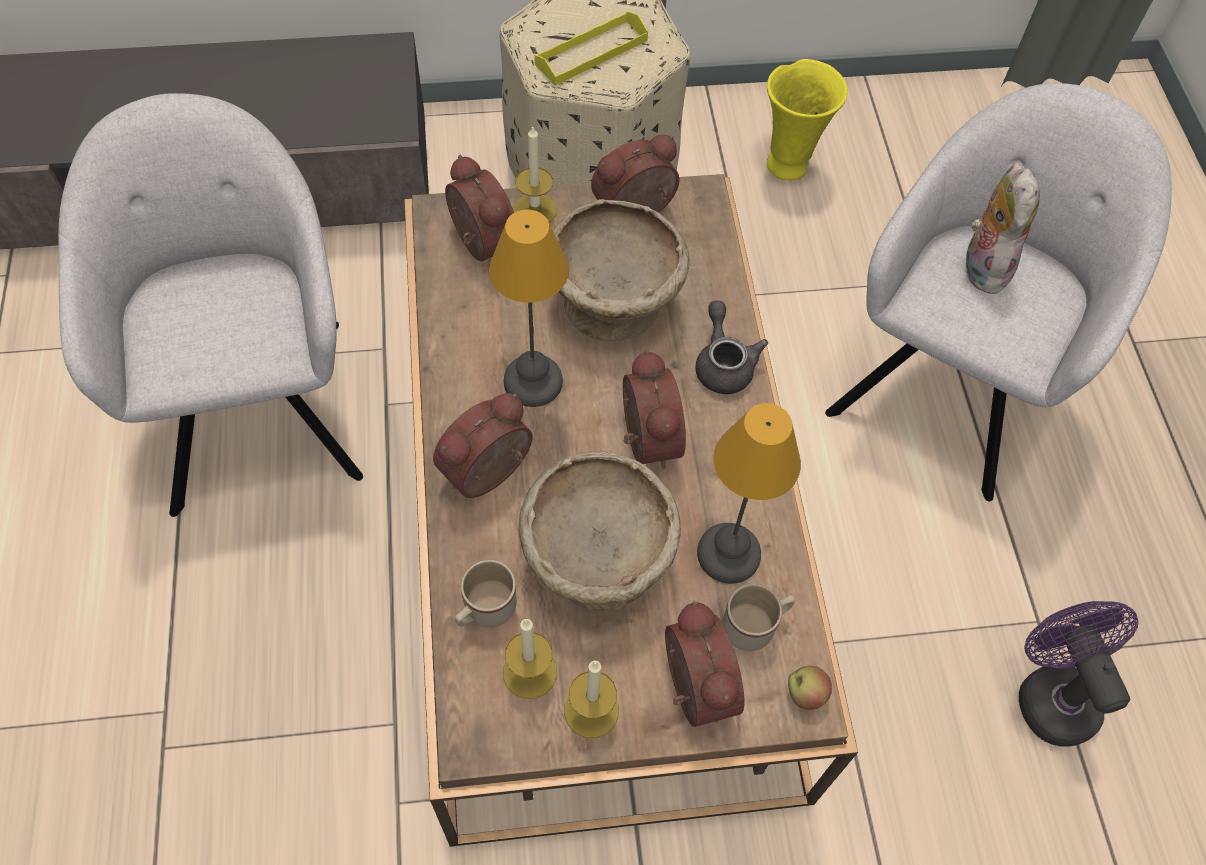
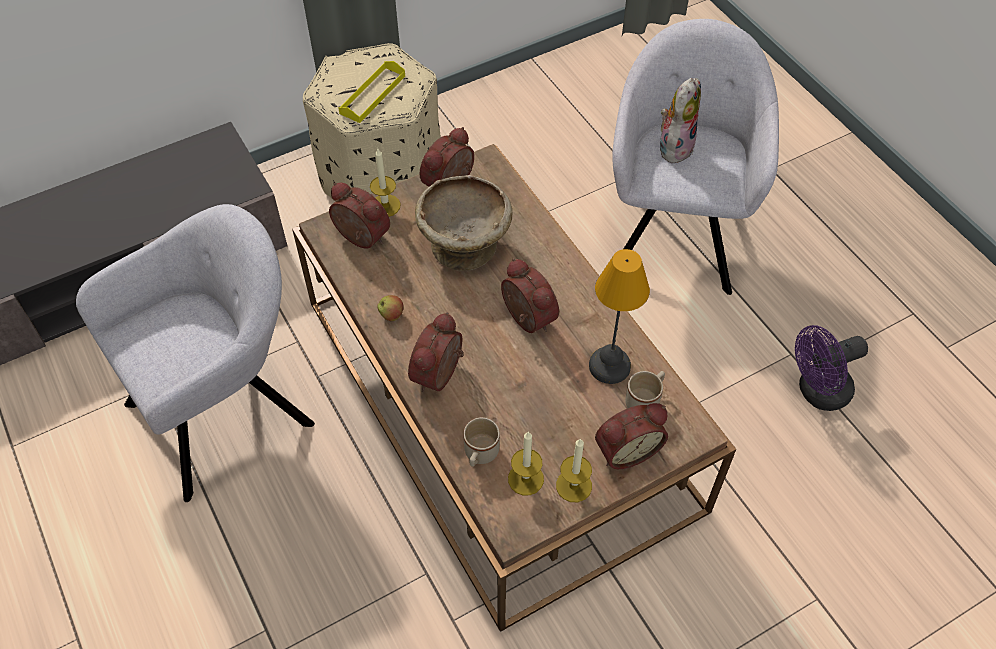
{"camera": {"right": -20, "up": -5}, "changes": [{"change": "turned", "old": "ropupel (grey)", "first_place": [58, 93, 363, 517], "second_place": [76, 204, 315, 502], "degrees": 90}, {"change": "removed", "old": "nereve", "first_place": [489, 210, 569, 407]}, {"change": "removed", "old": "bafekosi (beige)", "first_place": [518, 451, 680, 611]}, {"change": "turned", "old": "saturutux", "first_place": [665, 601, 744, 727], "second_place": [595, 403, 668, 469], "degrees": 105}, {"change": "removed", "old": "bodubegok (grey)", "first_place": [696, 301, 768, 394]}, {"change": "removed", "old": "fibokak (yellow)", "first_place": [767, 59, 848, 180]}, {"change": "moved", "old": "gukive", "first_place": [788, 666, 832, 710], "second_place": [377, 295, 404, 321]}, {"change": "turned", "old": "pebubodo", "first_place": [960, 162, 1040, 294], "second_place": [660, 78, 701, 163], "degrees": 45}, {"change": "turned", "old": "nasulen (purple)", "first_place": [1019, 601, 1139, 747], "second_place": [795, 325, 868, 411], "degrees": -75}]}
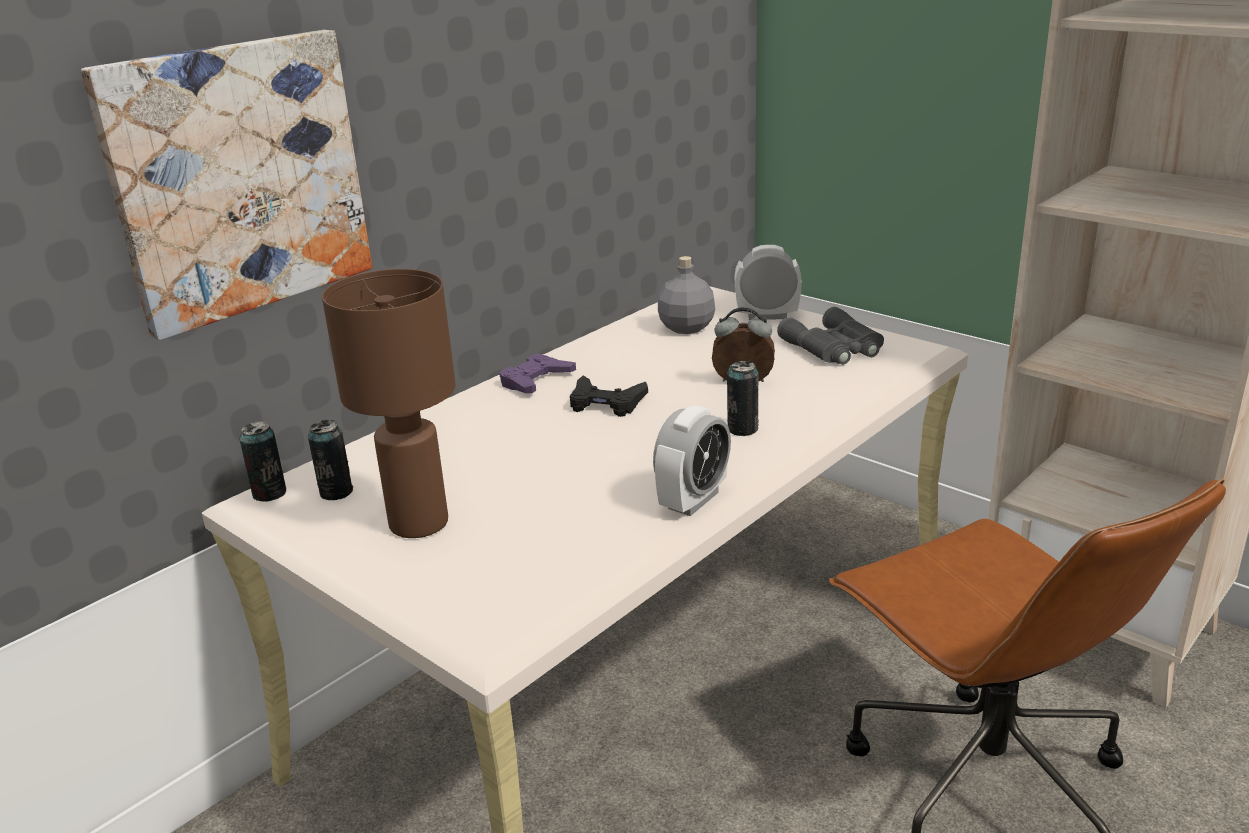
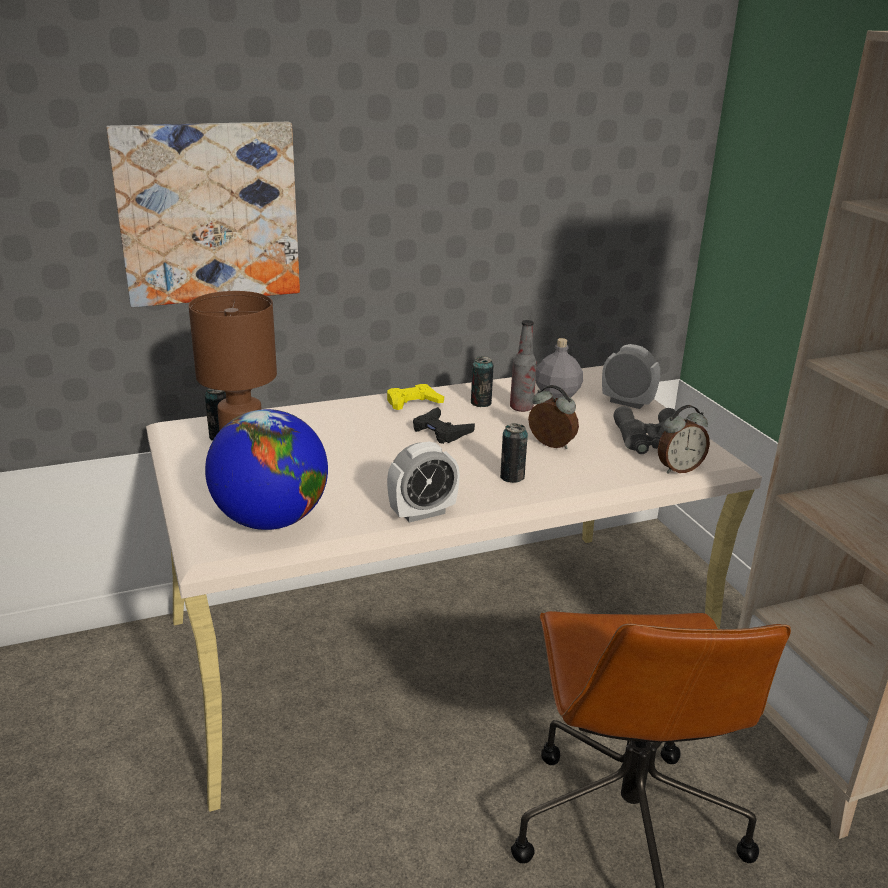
{"camera": {"right": 25, "up": 0}, "changes": [{"change": "moved", "old": "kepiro", "first_place": [239, 421, 286, 502], "second_place": [471, 356, 493, 407]}, {"change": "recoloured", "old": "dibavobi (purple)", "new": "dibavobi (yellow)", "first_place": [499, 354, 576, 393], "second_place": [387, 384, 444, 410]}, {"change": "added", "new": "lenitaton", "second_place": [205, 409, 328, 530]}, {"change": "added", "new": "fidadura", "second_place": [510, 320, 537, 412]}, {"change": "added", "new": "saturutux", "second_place": [658, 405, 710, 473]}]}
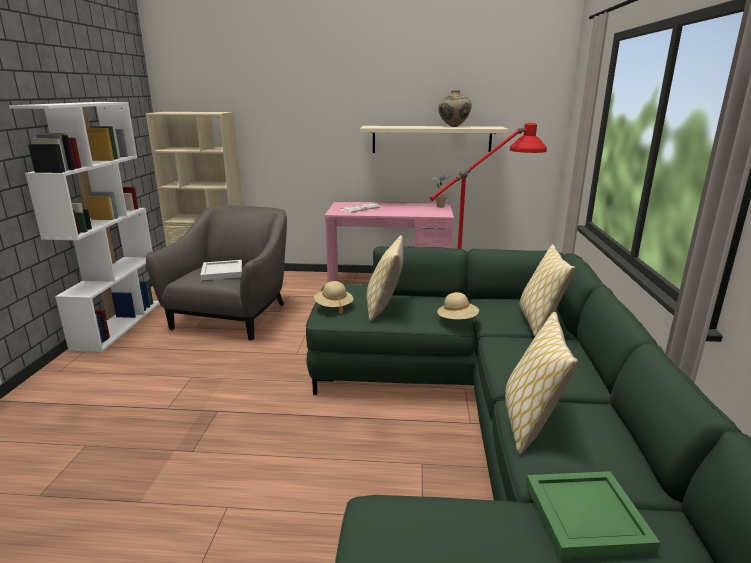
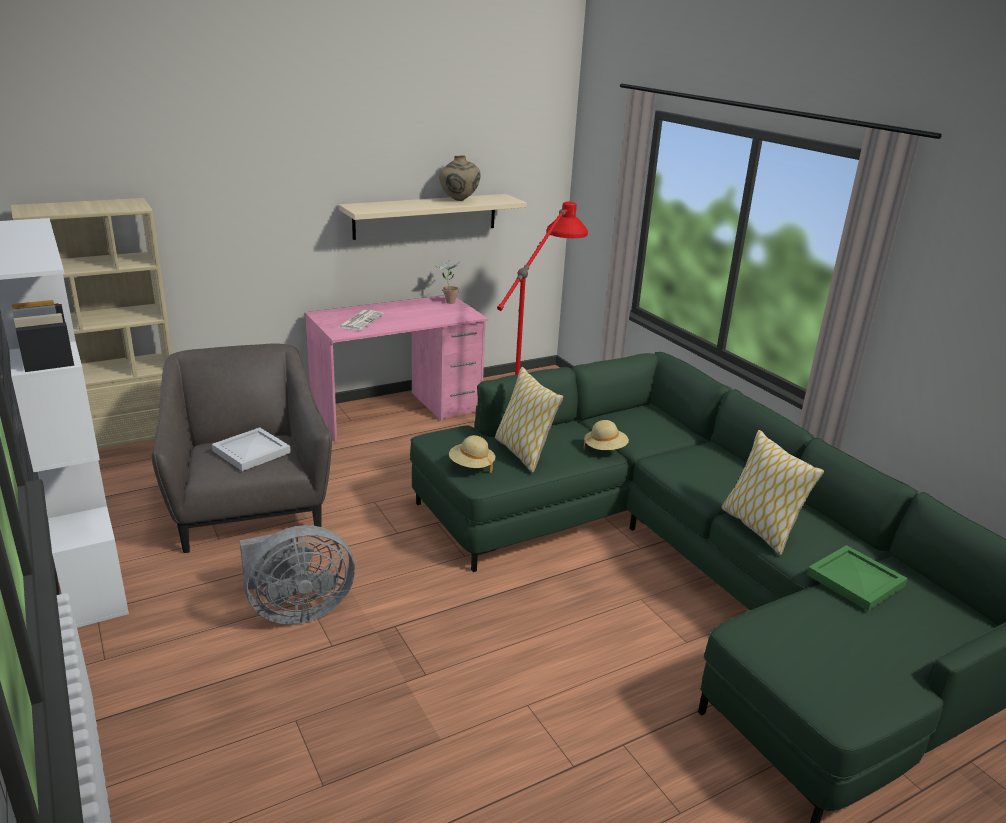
{"camera": {"right": -35, "up": 5}, "changes": [{"change": "removed", "old": "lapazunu", "first_place": [520, 244, 575, 337]}, {"change": "added", "new": "nasulen (grey)", "second_place": [239, 525, 355, 624]}]}
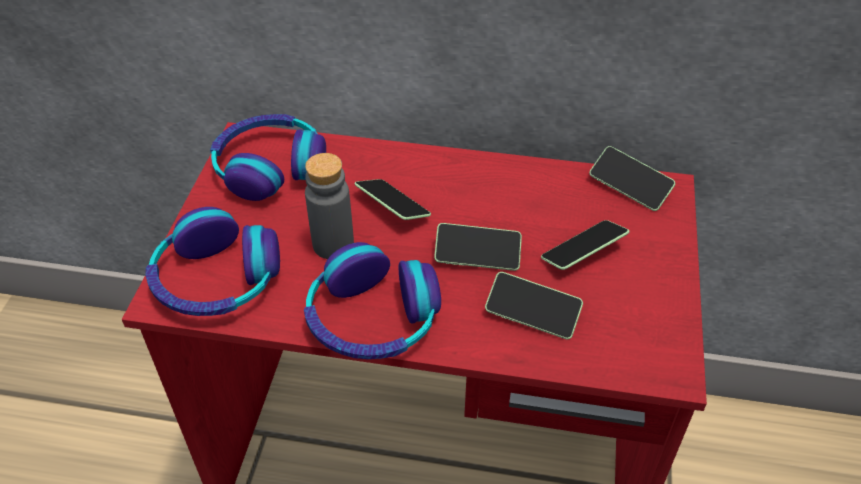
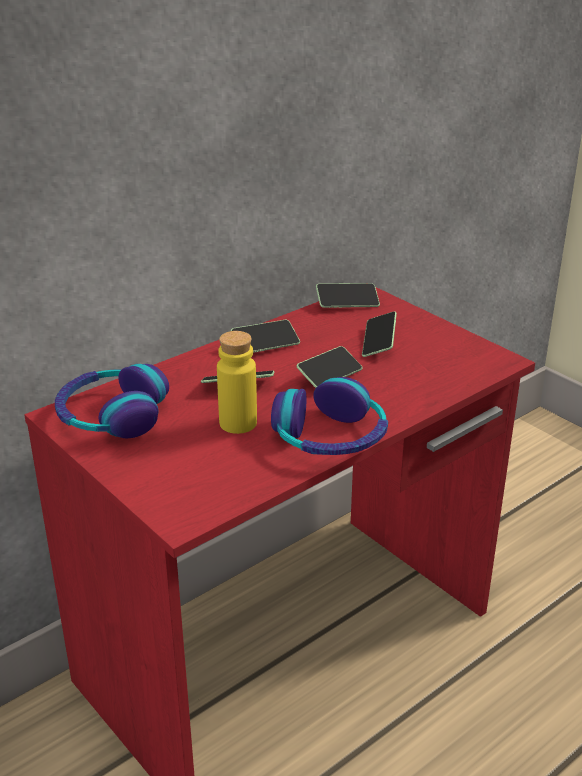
{"camera": {"right": -50, "up": -15}, "changes": [{"change": "removed", "old": "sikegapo", "first_place": [145, 207, 280, 316]}, {"change": "recoloured", "old": "fidadura (grey)", "new": "fidadura (yellow)", "first_place": [305, 153, 354, 259], "second_place": [217, 331, 257, 434]}, {"change": "moved", "old": "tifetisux", "first_place": [485, 272, 583, 339], "second_place": [231, 320, 300, 353]}]}
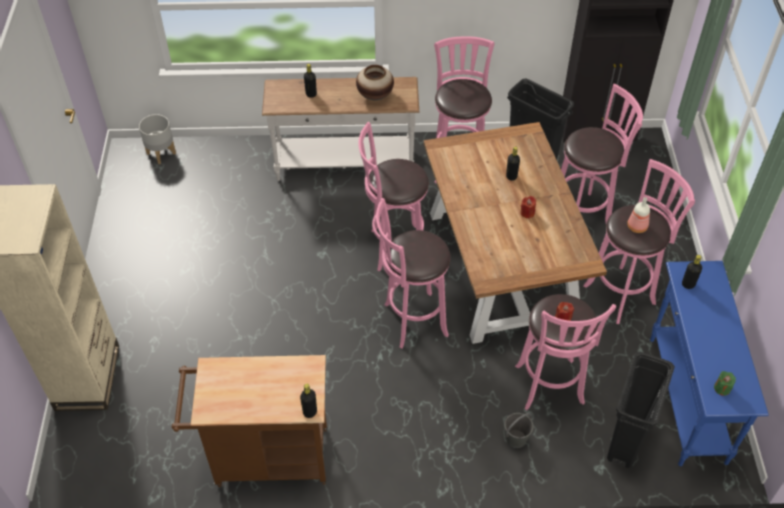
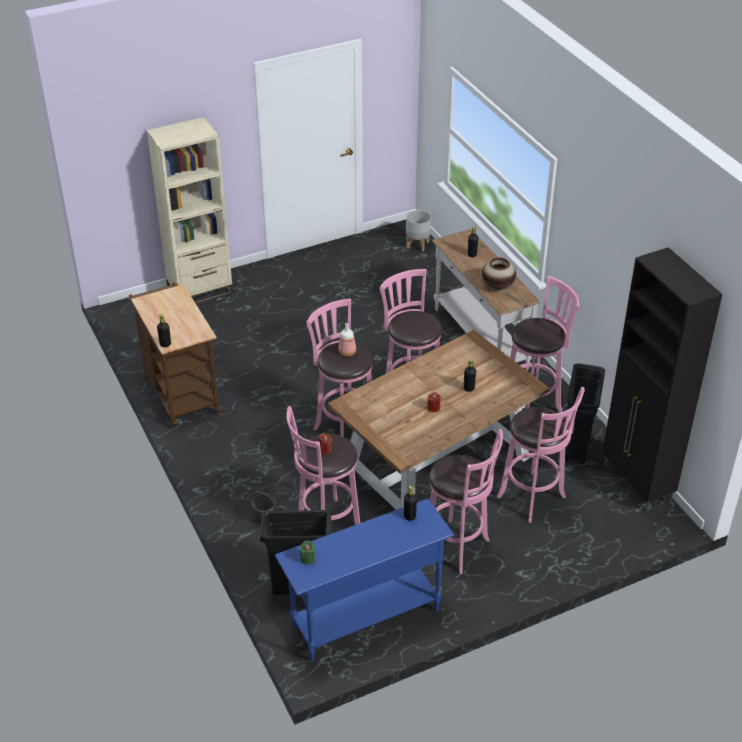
{"camera": {"right": 65, "up": -10}, "changes": [{"change": "moved", "old": "fidadura", "first_place": [627, 197, 650, 233], "second_place": [338, 323, 356, 357]}]}
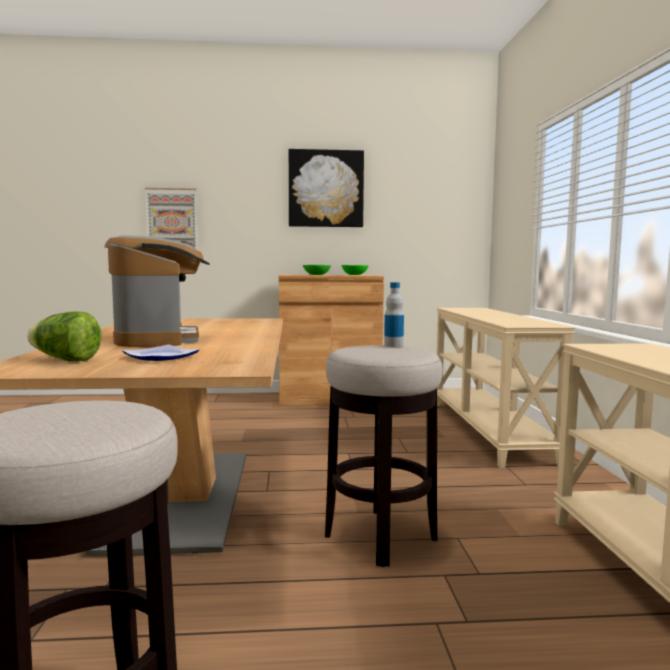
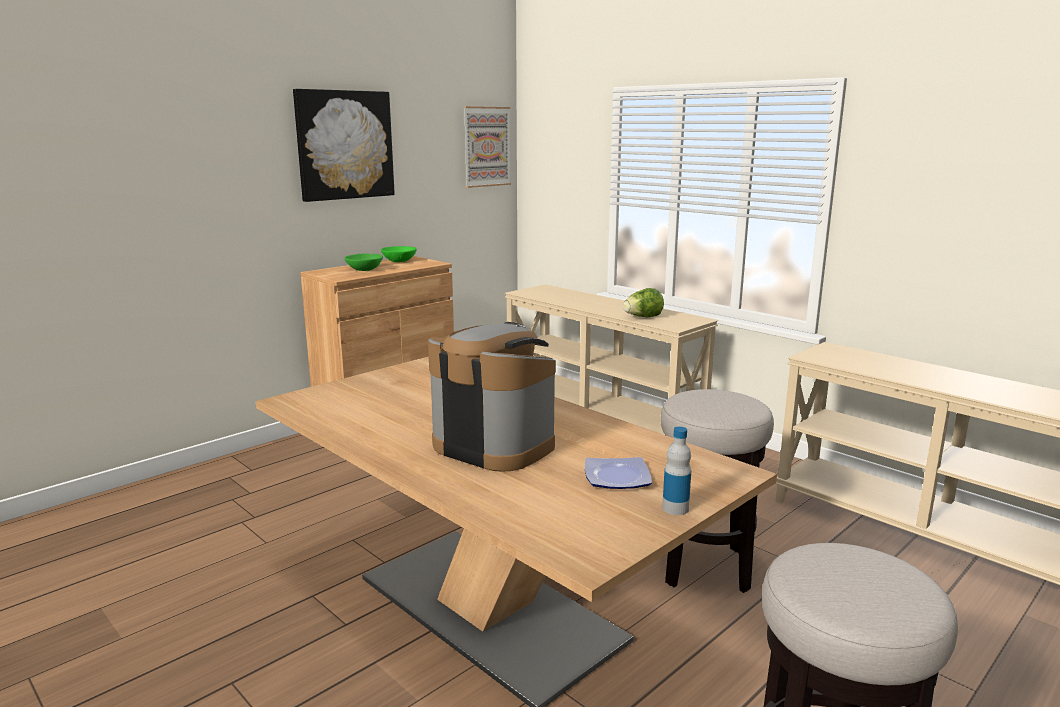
{"camera": {"right": -40, "up": 10}, "changes": [{"change": "moved", "old": "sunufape", "first_place": [27, 312, 102, 361], "second_place": [623, 288, 664, 317]}, {"change": "moved", "old": "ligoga", "first_place": [145, 188, 198, 250], "second_place": [463, 106, 511, 188]}, {"change": "moved", "old": "fidadura", "first_place": [384, 282, 404, 347], "second_place": [662, 426, 691, 515]}]}
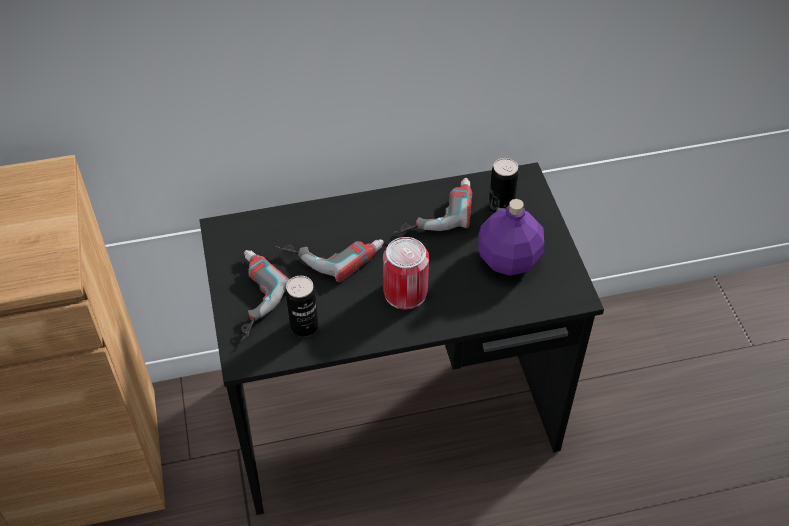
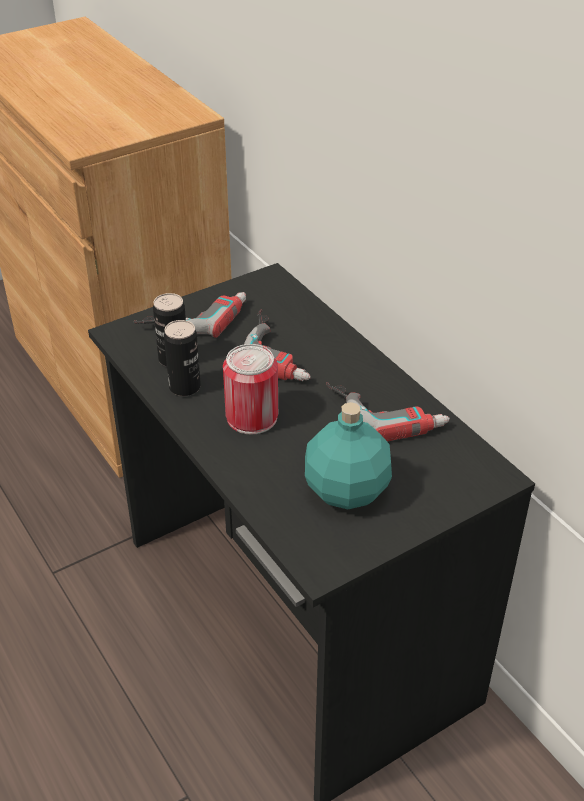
{"camera": {"right": 70, "up": -10}, "changes": [{"change": "recoloured", "old": "fidadura (purple)", "new": "fidadura (turquoise)", "first_place": [479, 199, 544, 276], "second_place": [305, 402, 392, 509]}, {"change": "moved", "old": "kepiro", "first_place": [488, 158, 519, 214], "second_place": [164, 320, 201, 396]}]}
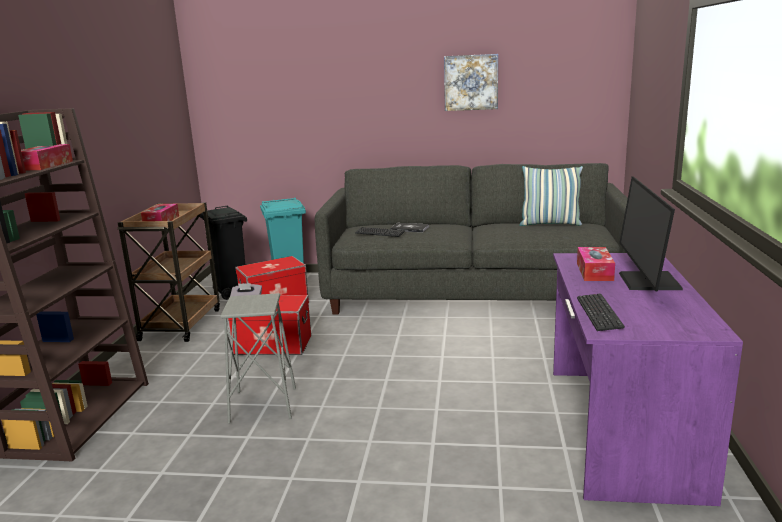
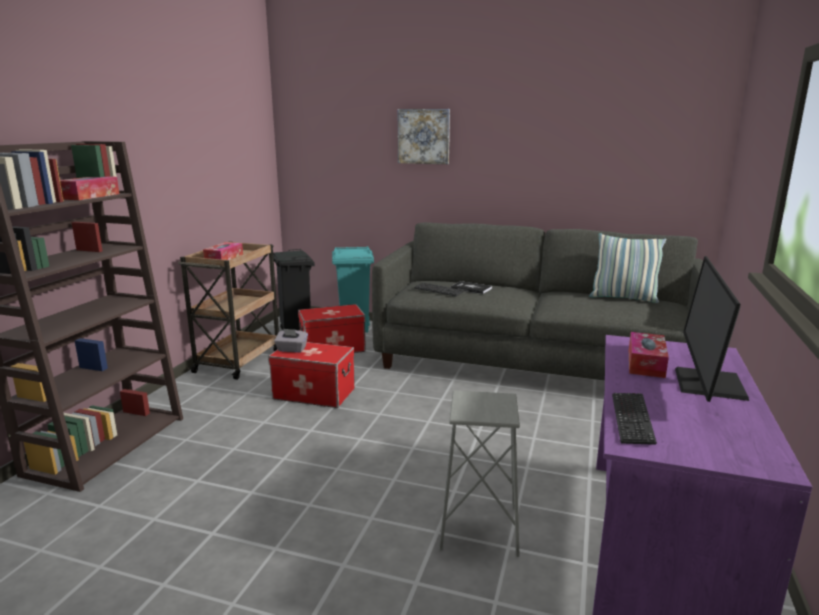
{"camera": {"right": 10, "up": 0}, "changes": [{"change": "moved", "old": "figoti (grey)", "first_place": [220, 293, 296, 423], "second_place": [439, 390, 520, 557]}, {"change": "moved", "old": "ligoga", "first_place": [444, 54, 498, 111], "second_place": [398, 109, 450, 164]}]}
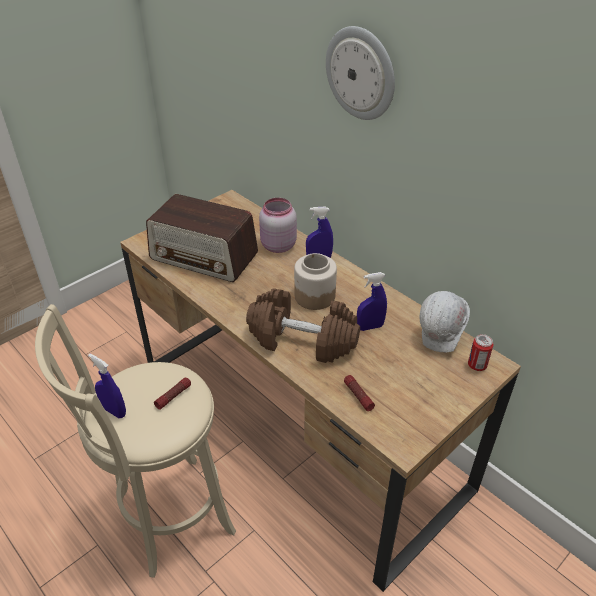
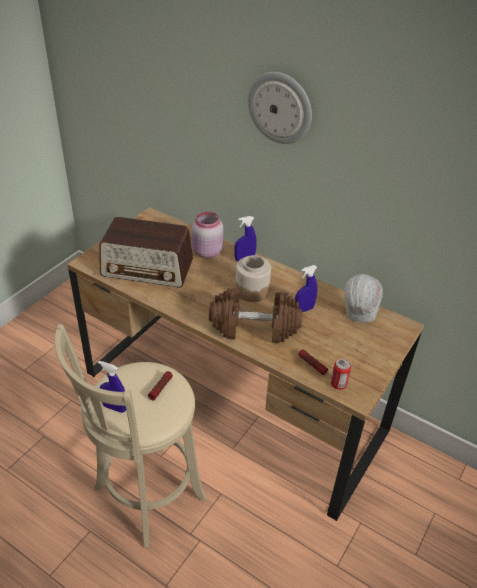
{"camera": {"right": -15, "up": 0}, "changes": [{"change": "moved", "old": "kepiro", "first_place": [468, 334, 494, 371], "second_place": [331, 359, 351, 390]}]}
